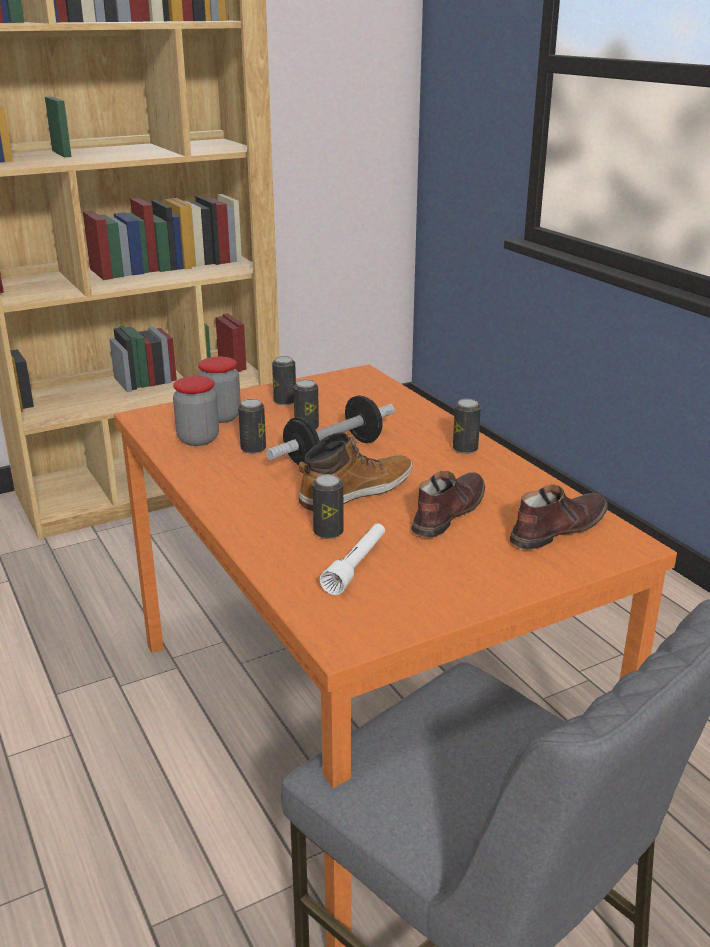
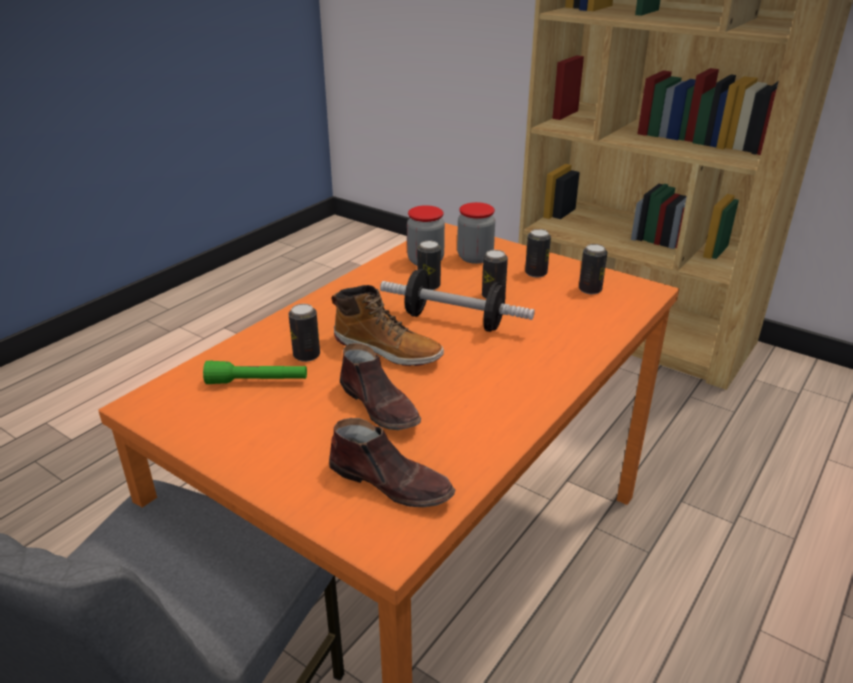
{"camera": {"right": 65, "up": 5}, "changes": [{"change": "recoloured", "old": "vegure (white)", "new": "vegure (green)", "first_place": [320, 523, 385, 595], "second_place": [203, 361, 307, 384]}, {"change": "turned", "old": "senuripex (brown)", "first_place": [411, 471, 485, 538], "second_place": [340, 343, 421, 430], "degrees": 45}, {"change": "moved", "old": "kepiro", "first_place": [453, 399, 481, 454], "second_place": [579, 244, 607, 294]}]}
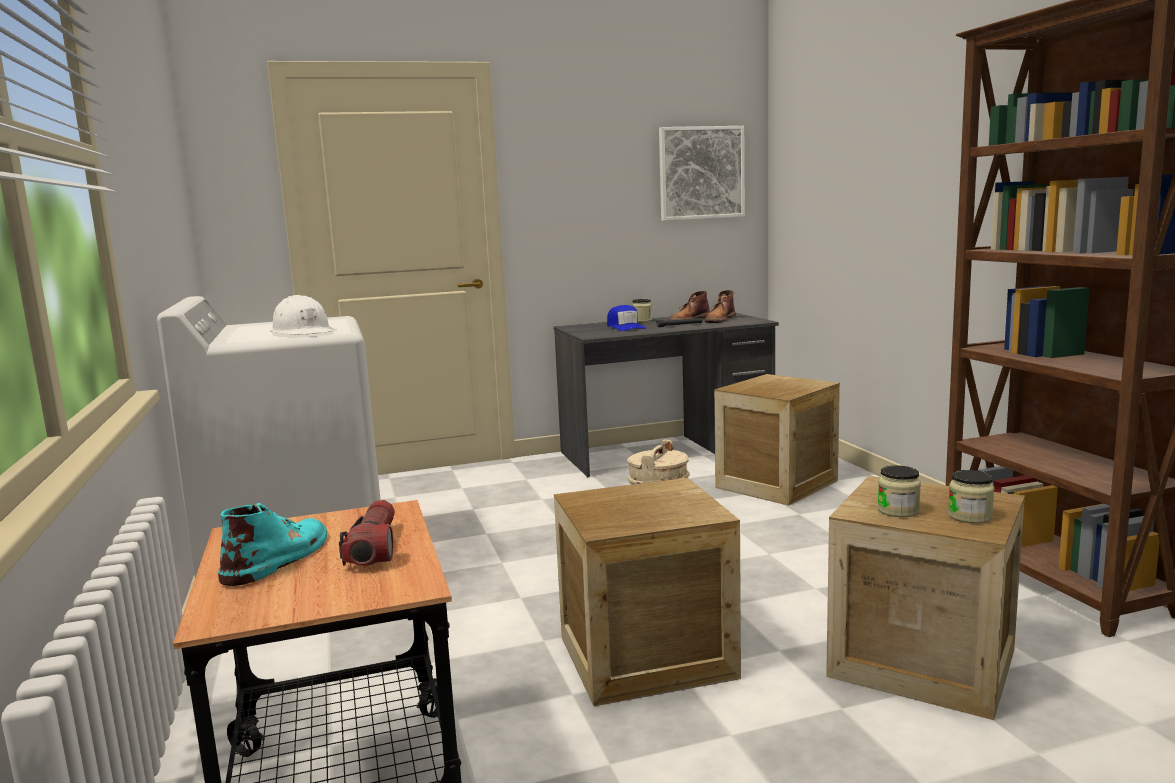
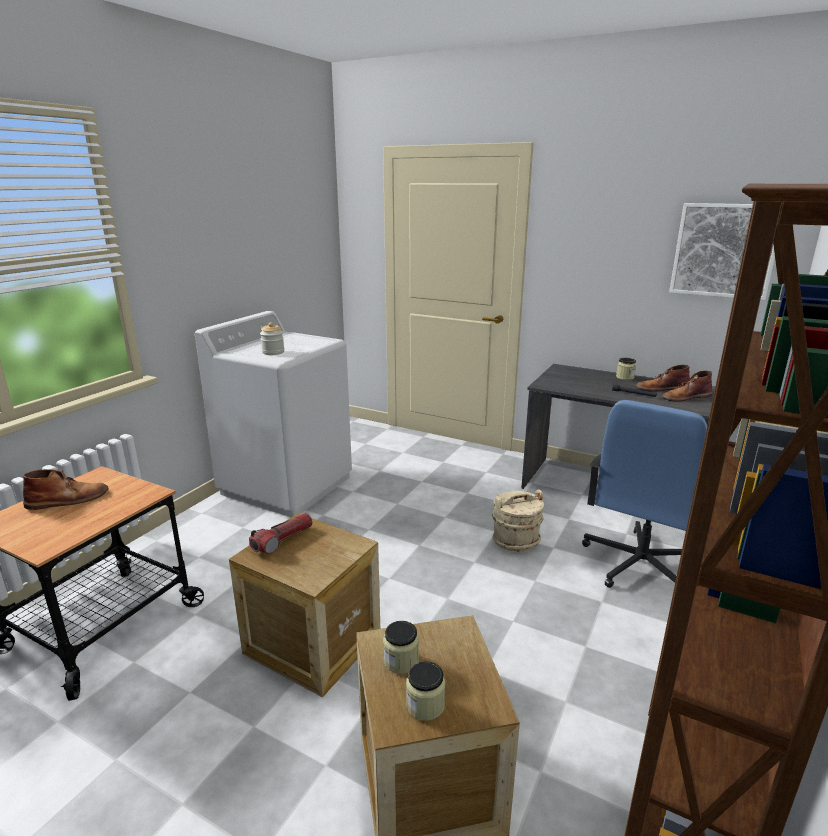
{"camera": {"right": 45, "up": 10}, "changes": [{"change": "recoloured", "old": "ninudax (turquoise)", "new": "ninudax (brown)", "first_place": [218, 503, 327, 586], "second_place": [23, 470, 109, 510]}, {"change": "replaced", "old": "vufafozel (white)", "new": "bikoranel", "first_place": [270, 295, 333, 335], "second_place": [260, 323, 285, 355]}, {"change": "moved", "old": "vegure", "first_place": [339, 500, 395, 566], "second_place": [249, 513, 312, 555]}, {"change": "removed", "old": "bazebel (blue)", "first_place": [607, 305, 646, 331]}, {"change": "replaced", "old": "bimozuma", "new": "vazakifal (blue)", "first_place": [714, 374, 840, 506], "second_place": [582, 400, 707, 588]}]}
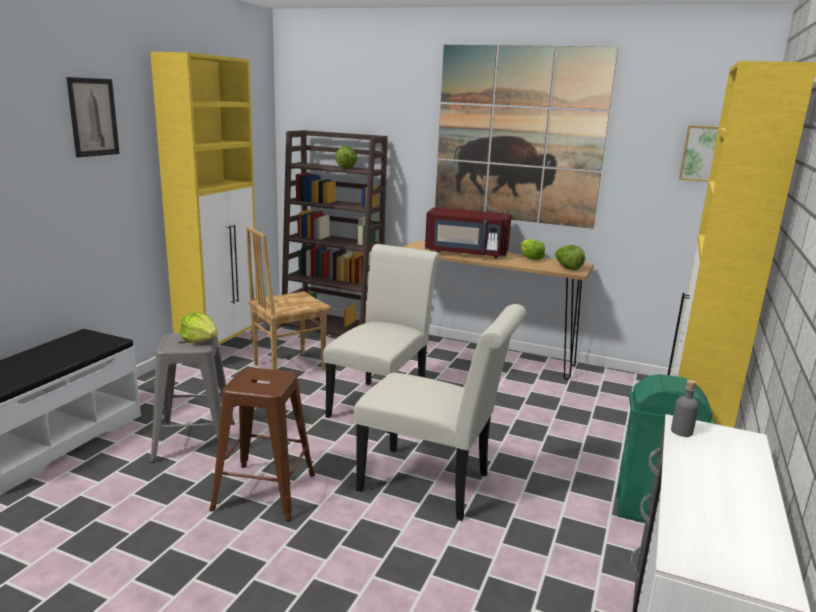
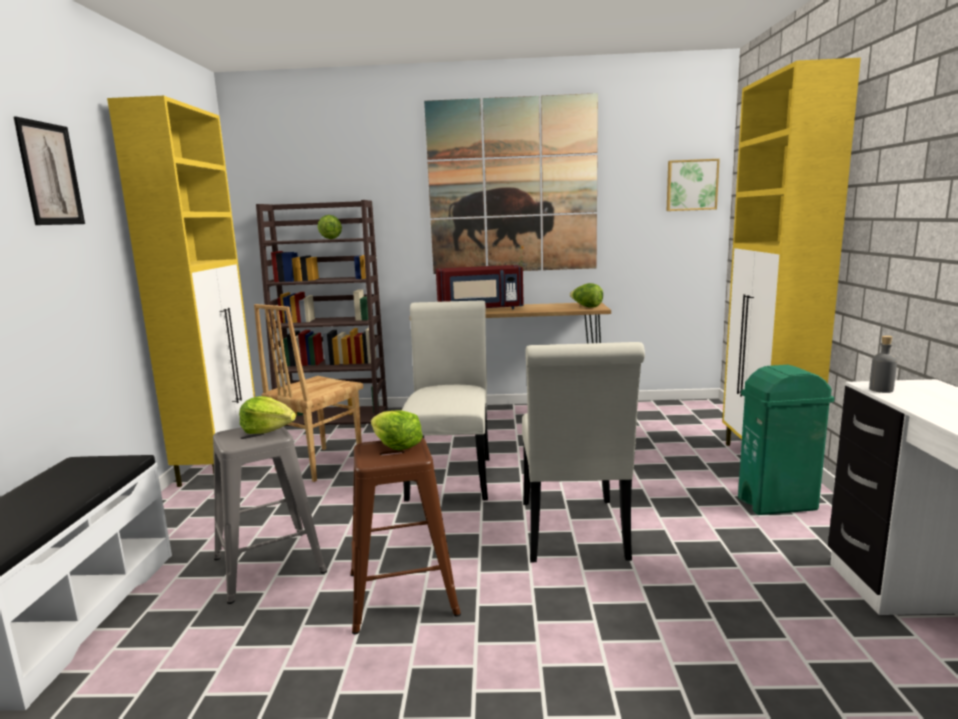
{"camera": {"right": -20, "up": -5}, "changes": [{"change": "turned", "old": "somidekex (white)", "first_place": [354, 304, 526, 521], "second_place": [522, 342, 645, 563], "degrees": 90}, {"change": "moved", "old": "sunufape", "first_place": [519, 239, 545, 260], "second_place": [371, 410, 423, 451]}]}
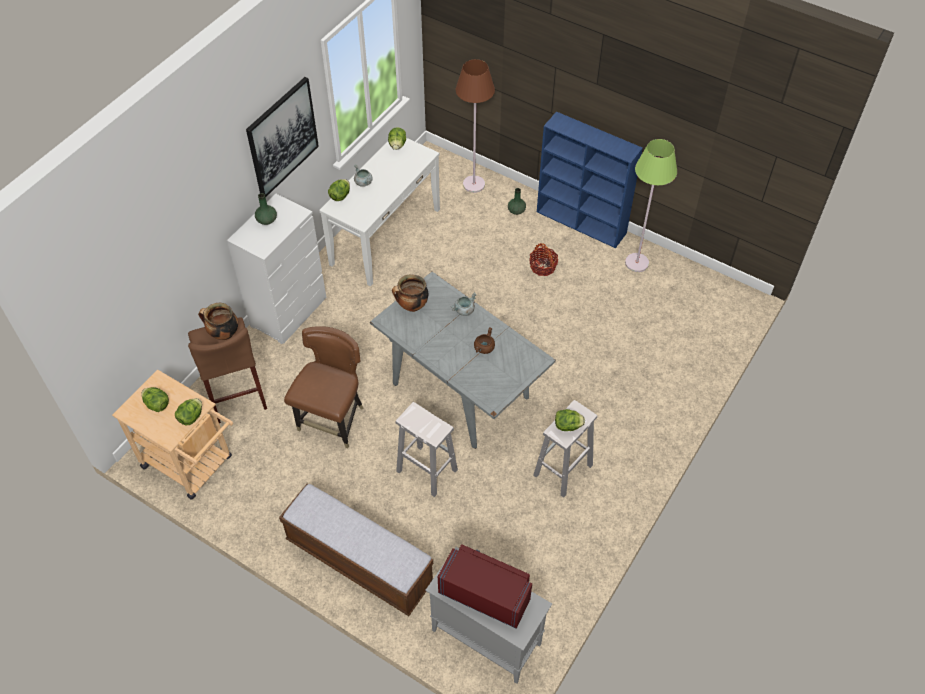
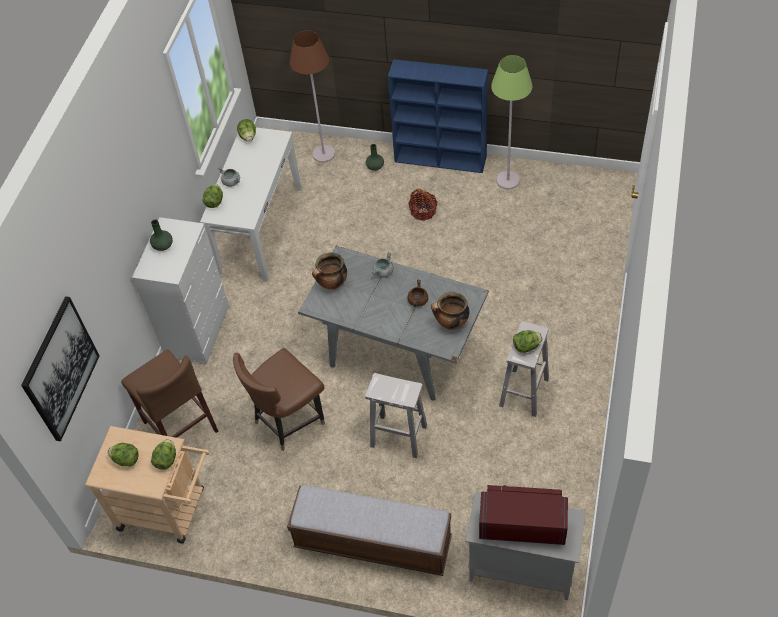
{"camera": {"right": -15, "up": 0}, "changes": [{"change": "moved", "old": "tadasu", "first_place": [198, 303, 238, 340], "second_place": [431, 292, 469, 330]}, {"change": "moved", "old": "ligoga", "first_place": [246, 77, 319, 197], "second_place": [21, 296, 99, 441]}, {"change": "turned", "old": "somidekex (brown)", "first_place": [284, 326, 363, 448], "second_place": [233, 348, 325, 451], "degrees": -135}]}
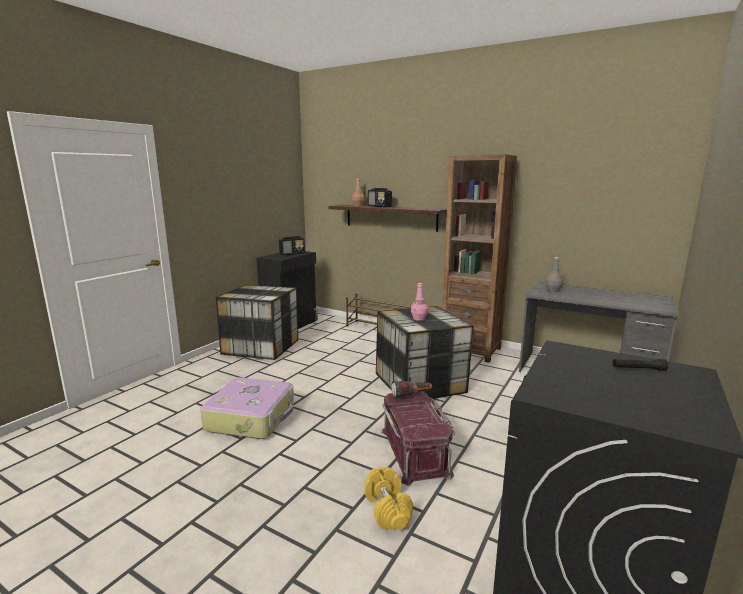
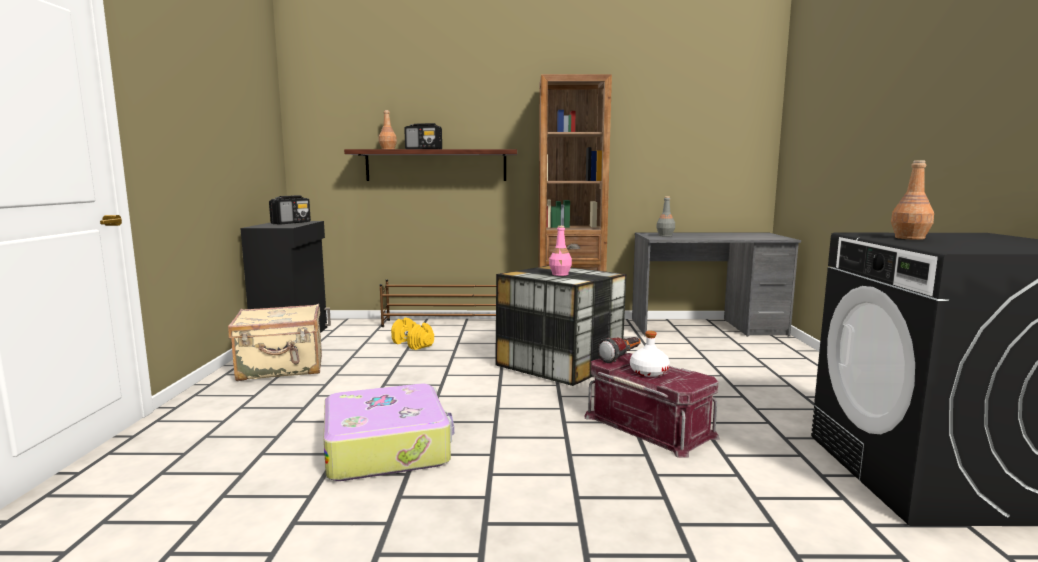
{"camera": {"right": -30, "up": -5}, "changes": [{"change": "replaced", "old": "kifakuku", "new": "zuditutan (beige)", "first_place": [216, 285, 298, 360], "second_place": [228, 304, 322, 381]}, {"change": "moved", "old": "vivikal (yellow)", "first_place": [365, 466, 413, 530], "second_place": [391, 317, 434, 350]}, {"change": "removed", "old": "vegure (black)", "first_place": [613, 358, 668, 371]}, {"change": "added", "new": "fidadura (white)", "second_place": [630, 331, 670, 377]}, {"change": "added", "new": "fidadura (brown)", "second_place": [891, 160, 934, 240]}]}
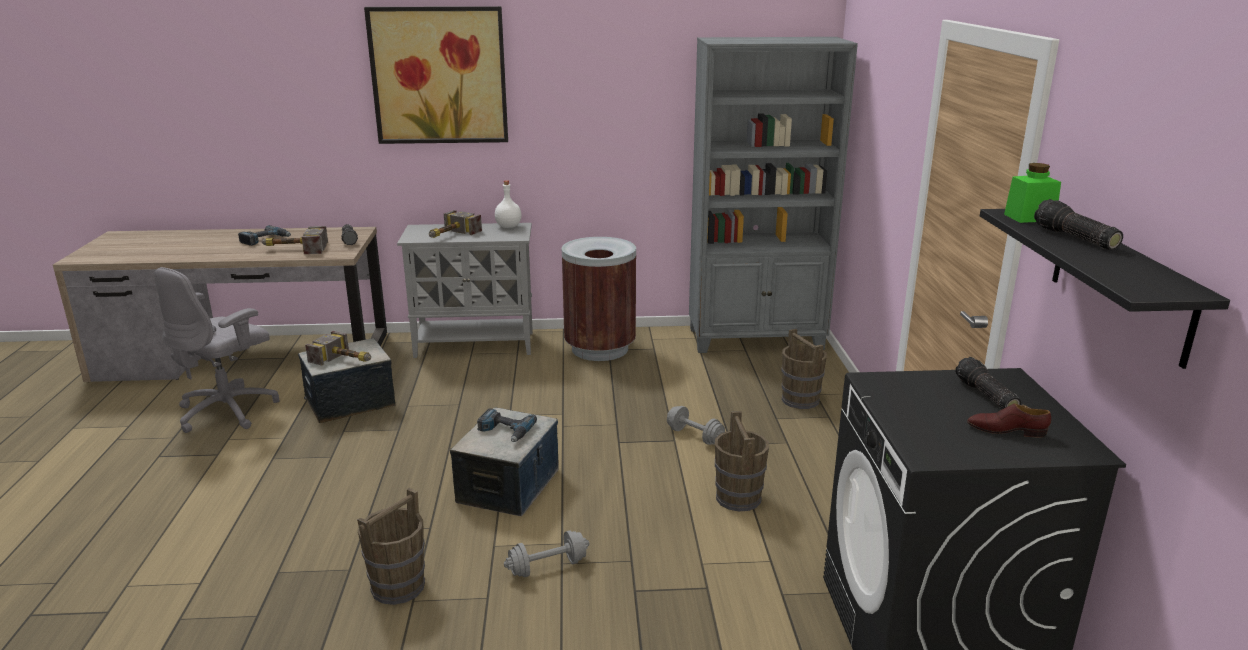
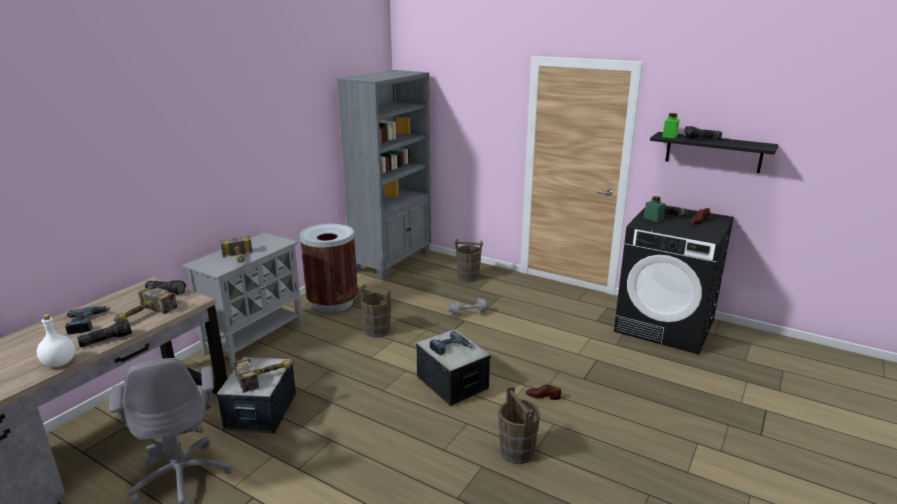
{"camera": {"right": -55, "up": 0}, "changes": [{"change": "removed", "old": "ligoga", "first_place": [364, 6, 508, 144]}, {"change": "moved", "old": "fidadura (white)", "first_place": [495, 180, 522, 228], "second_place": [37, 314, 75, 367]}, {"change": "replaced", "old": "vivikal (grey)", "new": "senuripex (brown)", "first_place": [504, 530, 590, 577], "second_place": [526, 384, 561, 400]}, {"change": "moved", "old": "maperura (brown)", "first_place": [715, 411, 769, 511], "second_place": [360, 284, 391, 338]}, {"change": "added", "new": "vegure", "second_place": [77, 319, 132, 347]}, {"change": "added", "new": "bikoranel (green)", "second_place": [643, 196, 665, 222]}]}
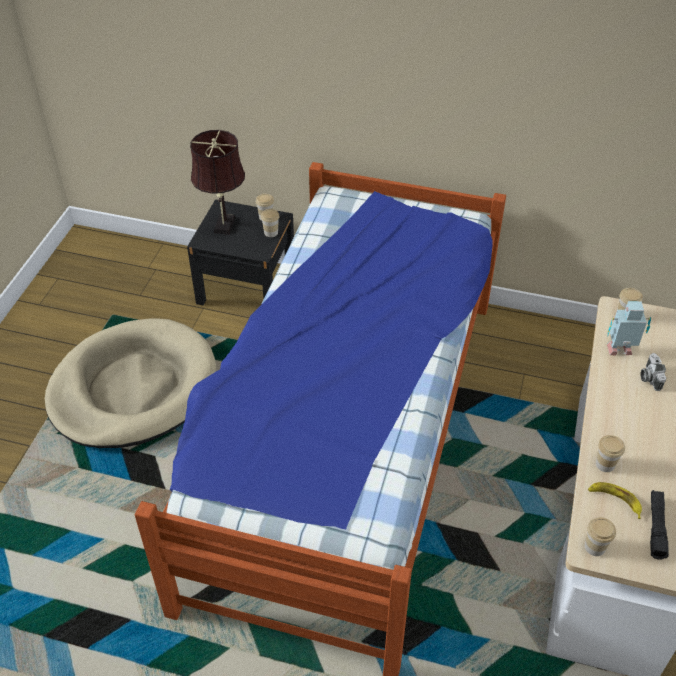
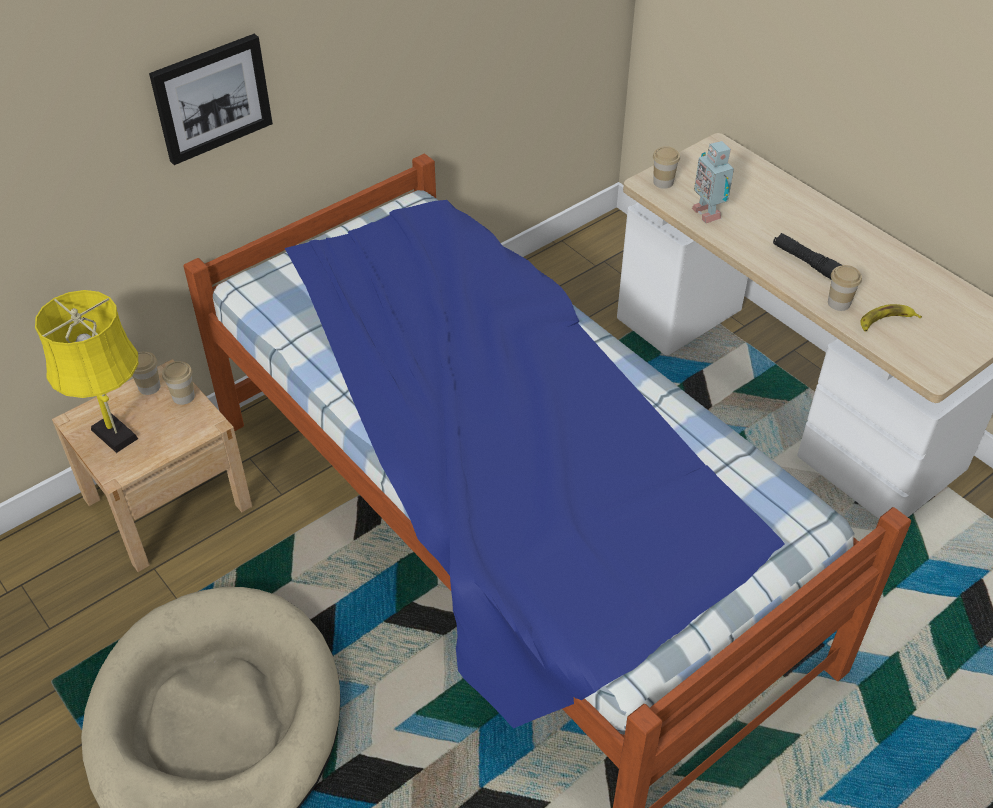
{"camera": {"right": -55, "up": 0}, "changes": [{"change": "recoloured", "old": "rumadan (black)", "new": "rumadan (beige)", "first_place": [187, 200, 294, 305], "second_place": [52, 359, 252, 572]}, {"change": "recoloured", "old": "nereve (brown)", "new": "nereve (yellow)", "first_place": [190, 130, 245, 235], "second_place": [35, 290, 138, 453]}, {"change": "removed", "old": "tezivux", "first_place": [585, 517, 616, 556]}, {"change": "turned", "old": "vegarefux", "first_place": [607, 301, 651, 356], "second_place": [692, 141, 734, 223], "degrees": -60}, {"change": "removed", "old": "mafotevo", "first_place": [641, 353, 666, 391]}, {"change": "moved", "old": "vegure (black)", "first_place": [650, 490, 669, 560], "second_place": [773, 233, 842, 279]}, {"change": "added", "new": "ligoga", "second_place": [149, 34, 273, 165]}]}
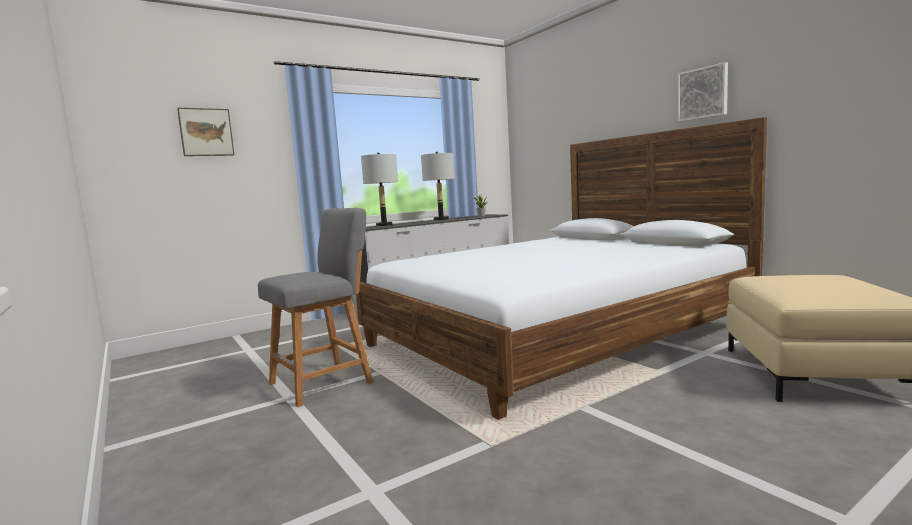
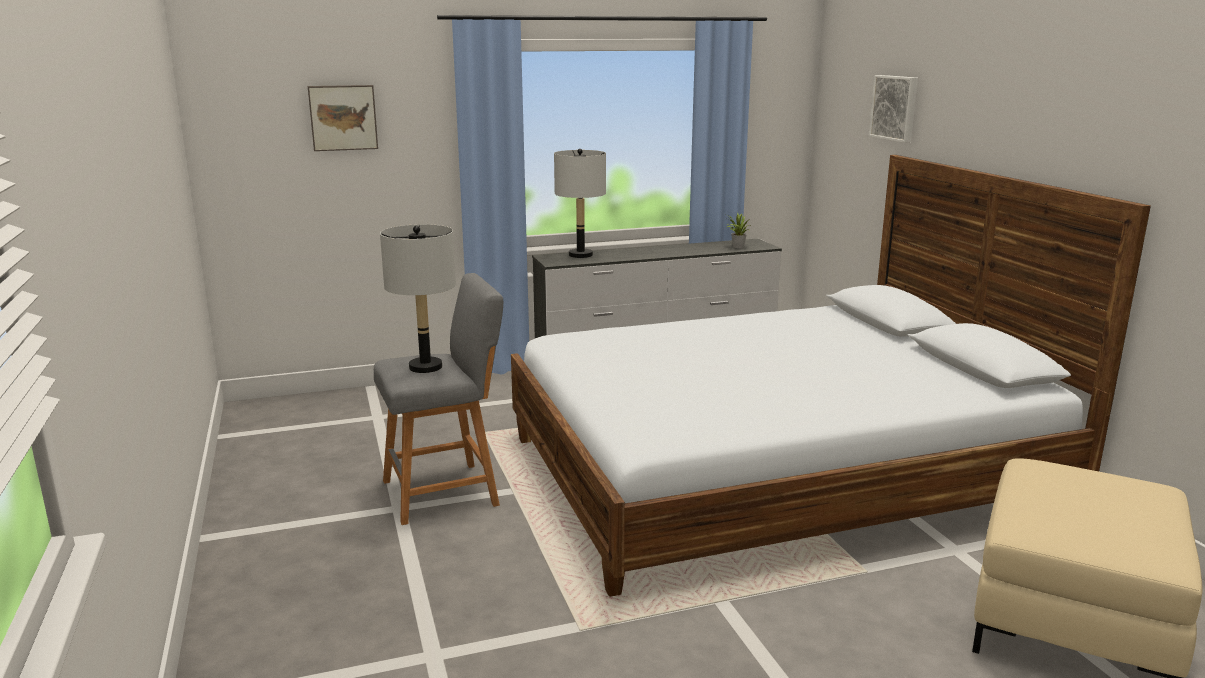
{"camera": {"right": 15, "up": 10}, "changes": [{"change": "moved", "old": "nereve (grey)", "first_place": [421, 152, 455, 220], "second_place": [380, 224, 456, 373]}, {"change": "moved", "old": "ligoga", "first_place": [678, 62, 728, 122], "second_place": [869, 75, 918, 143]}]}
